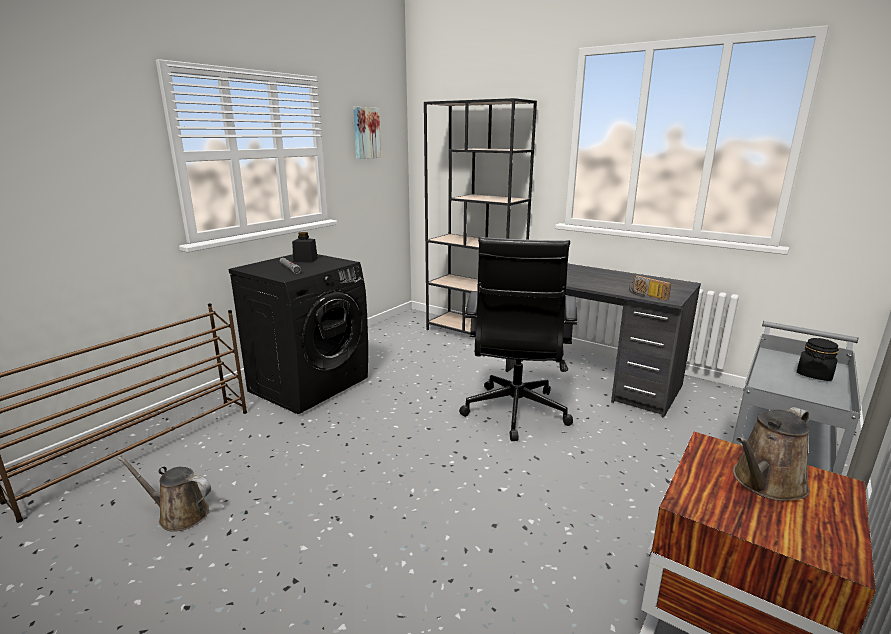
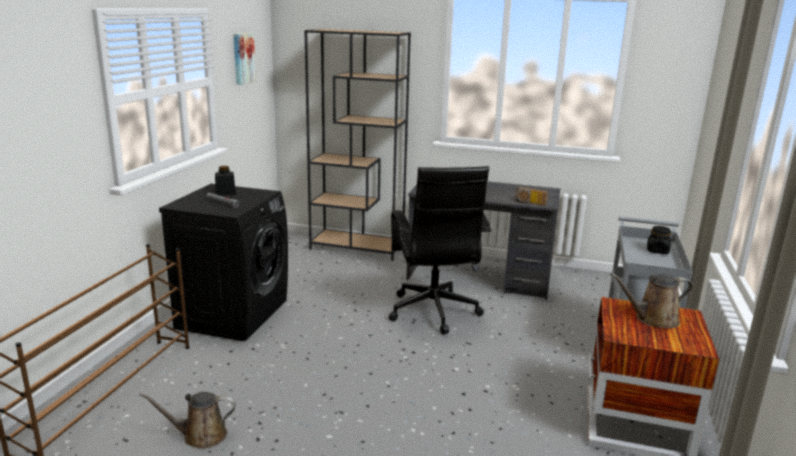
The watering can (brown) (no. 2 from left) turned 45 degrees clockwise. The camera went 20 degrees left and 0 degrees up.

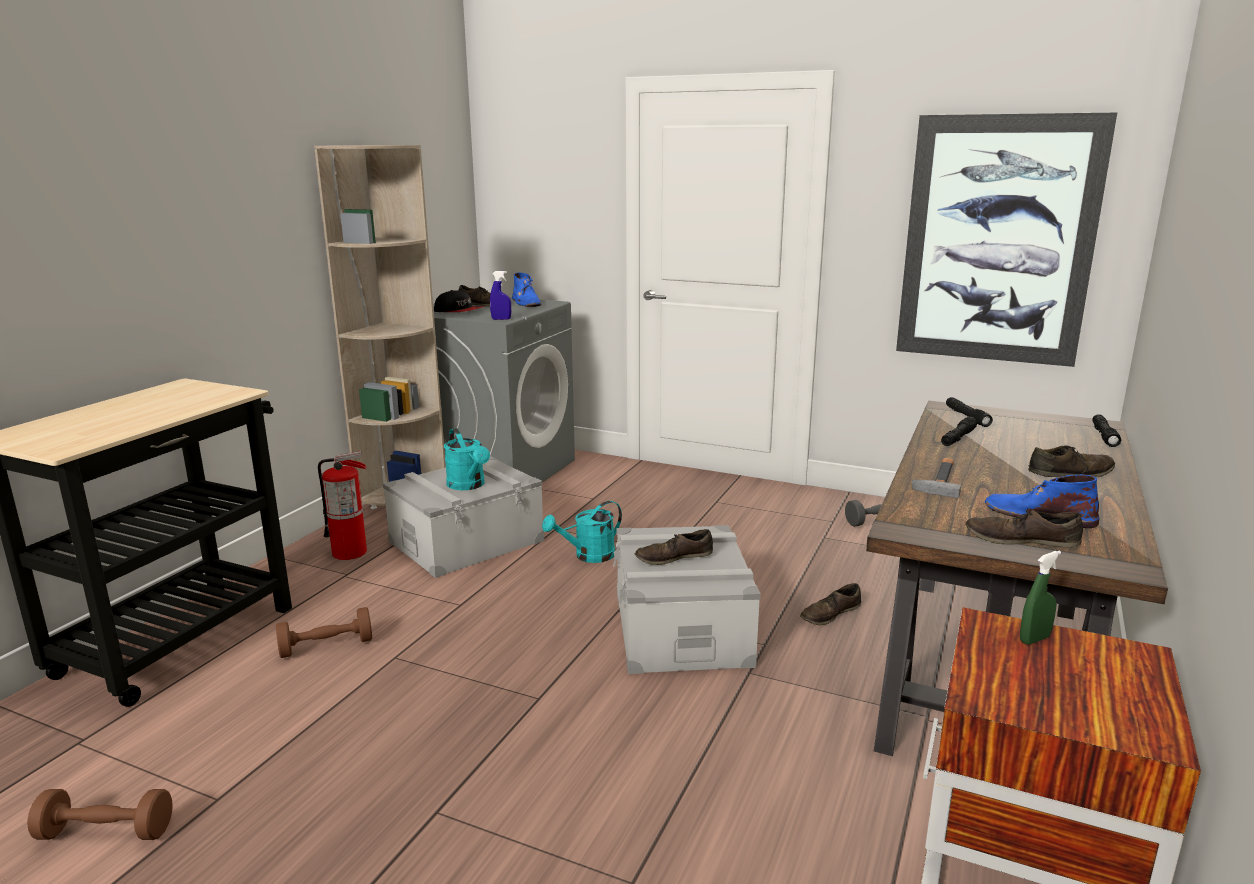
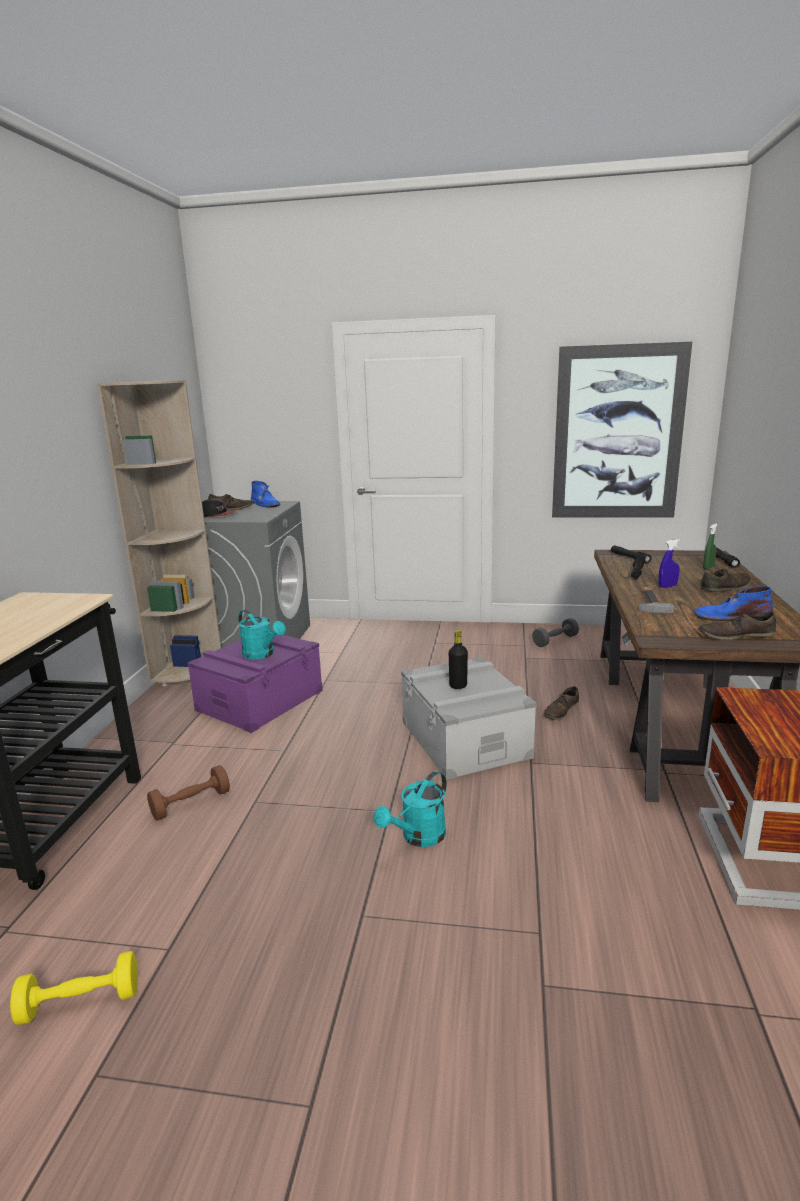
The spray bottle (blue) moved. The fire extinguisher disappeared. The storage box (grey) (no. 1 from left) became the storage box (purple). The watering can (turquoise) (no. 2 from left) moved. The shoe (brown) (no. 2 from left) was replaced by the bottle (black). The spray bottle (green) moved. The dumbbell (brown) (no. 1 from left) became the dumbbell (yellow). The camera went 15 degrees left and 0 degrees up.

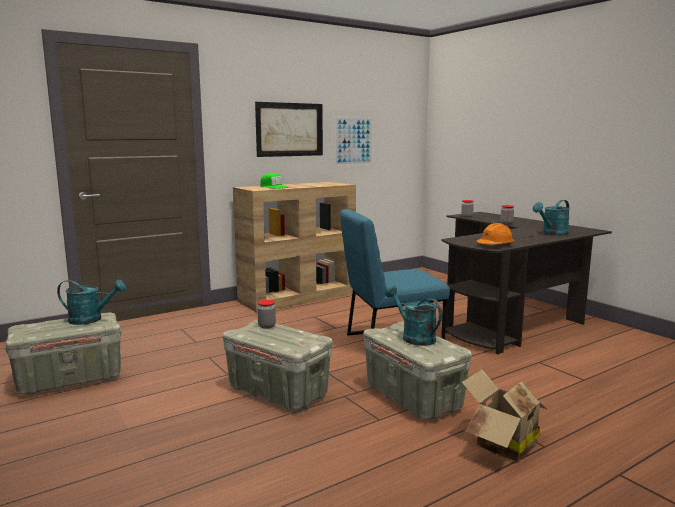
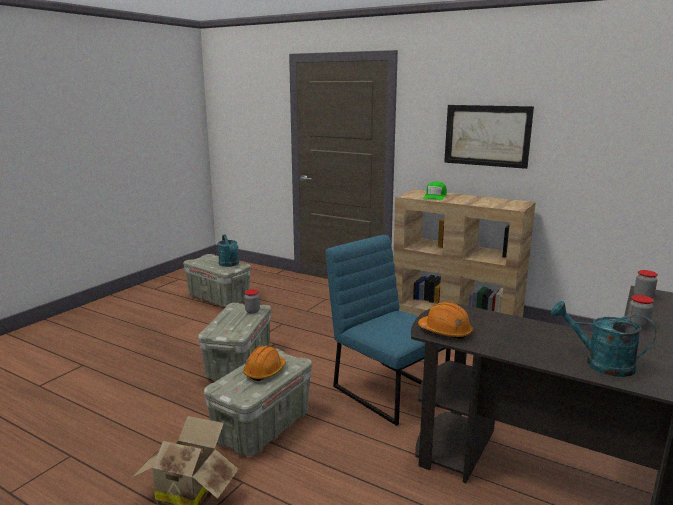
The picture (no. 2 from left) disappeared. The watering can (turquoise) (no. 2 from left) was replaced by the hard hat (orange) (no. 1 from left). The camera went 65 degrees right and 5 degrees up.

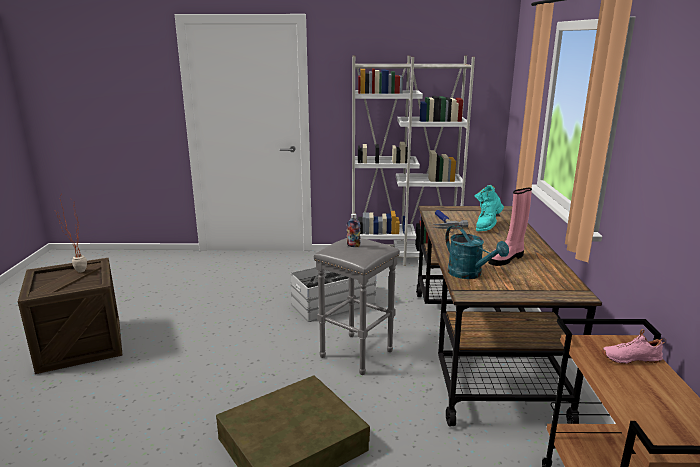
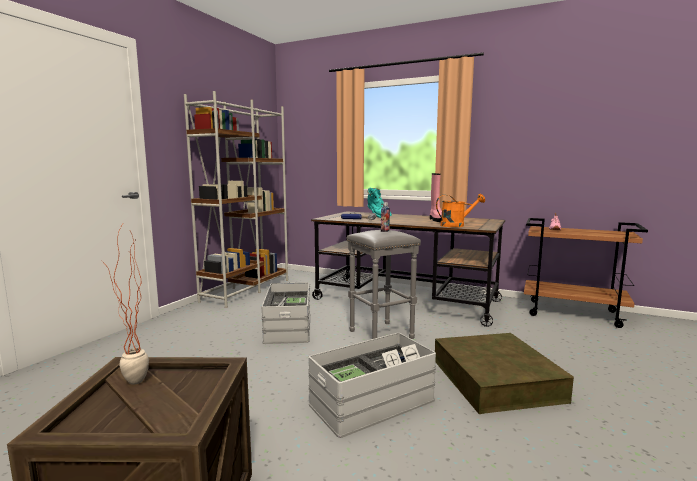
The bookcase (white) became the bookcase (brown). The watering can (turquoise) became the watering can (orange). The storage box (grey) (no. 2 from left) appeared. The camera went 65 degrees left and 10 degrees down.

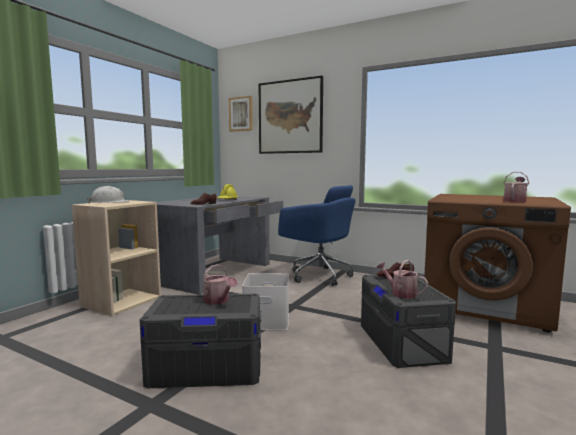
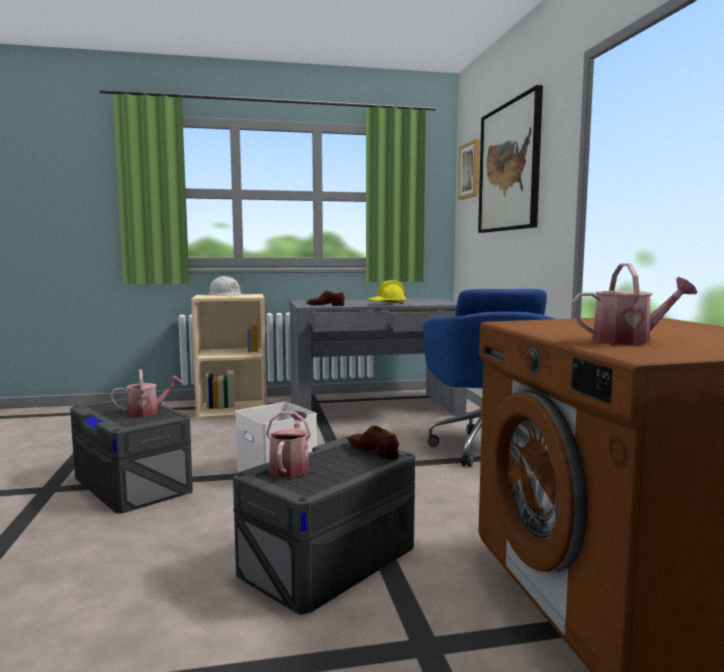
The watering can (no. 1 from left) turned 120 degrees counterclockwise. The camera went 50 degrees right and 0 degrees up.

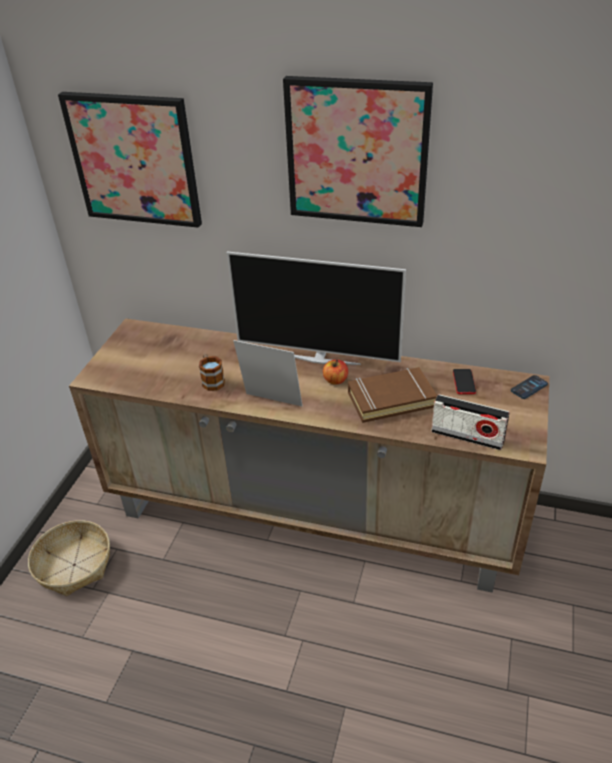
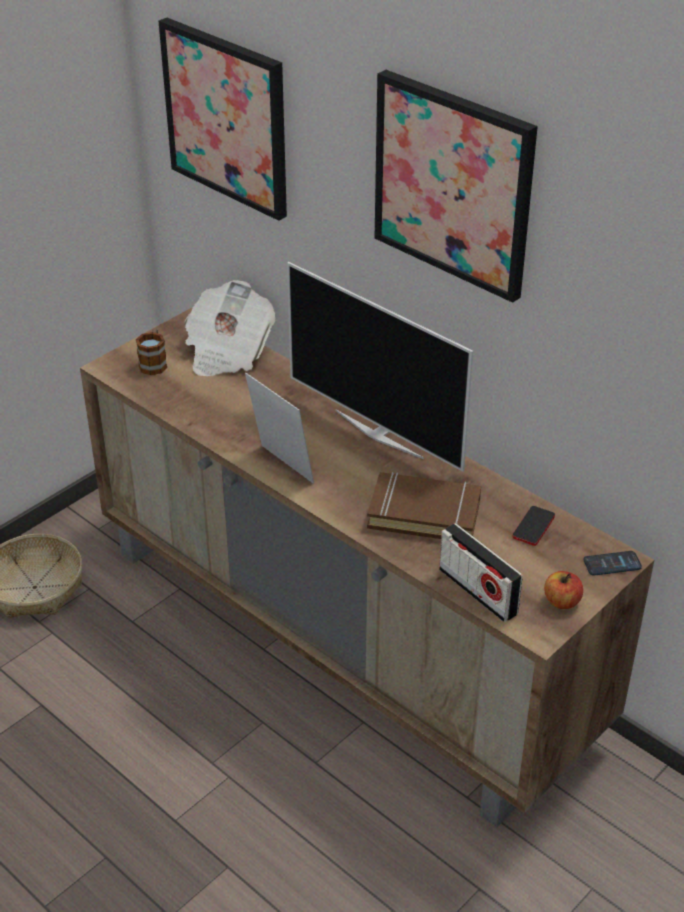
The mug moved. The apple moved. The newspaper appeared. The camera went 25 degrees right and 0 degrees up.

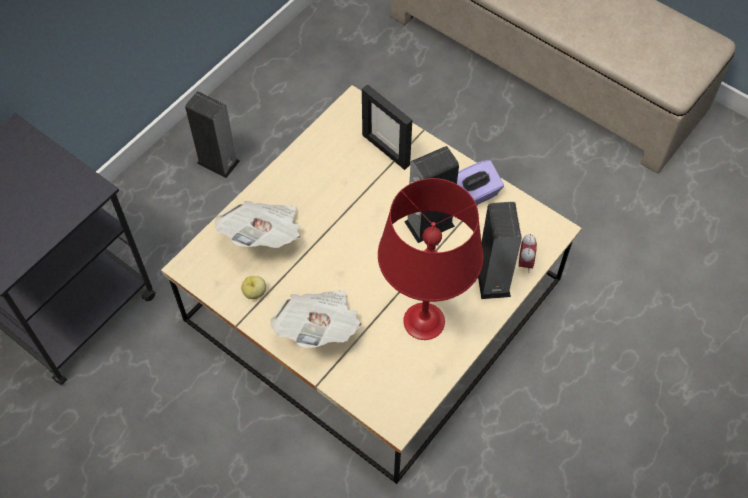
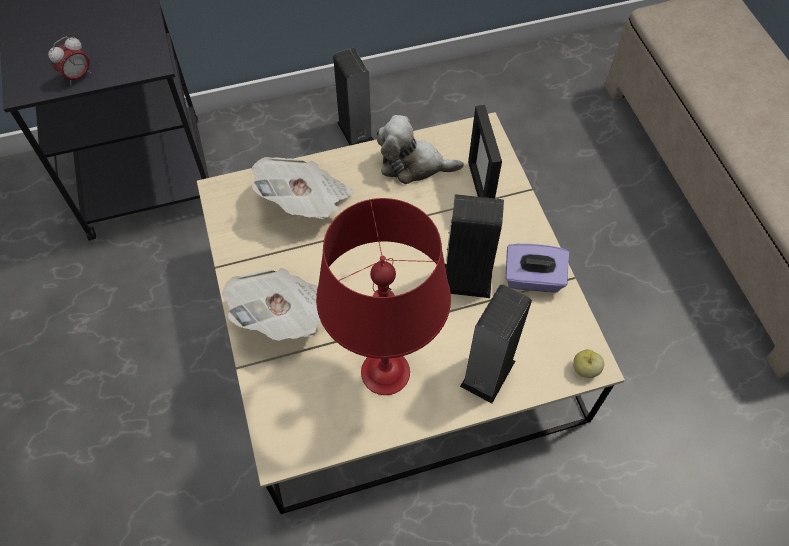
The alarm clock moved. The apple moved. The plush toy appeared. The camera went 35 degrees right and 0 degrees up.

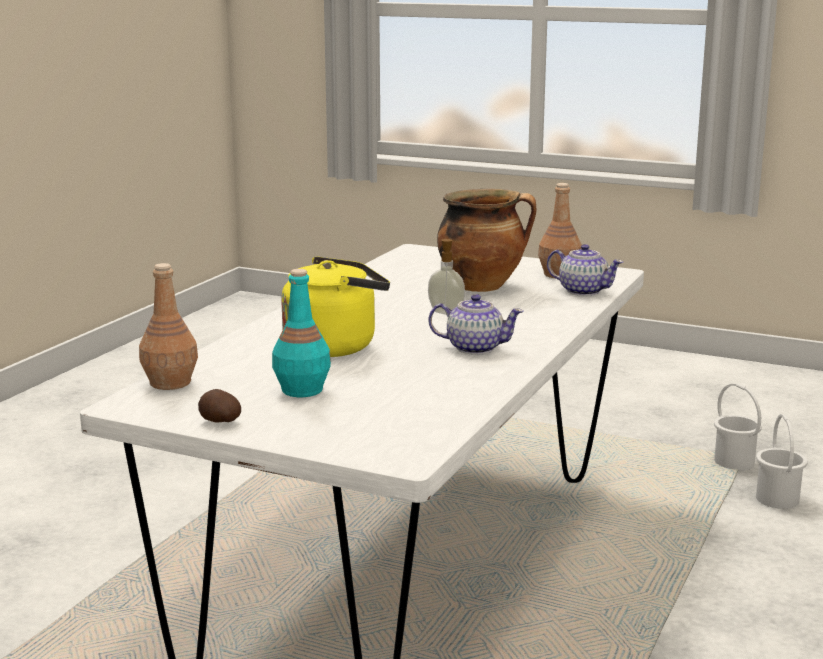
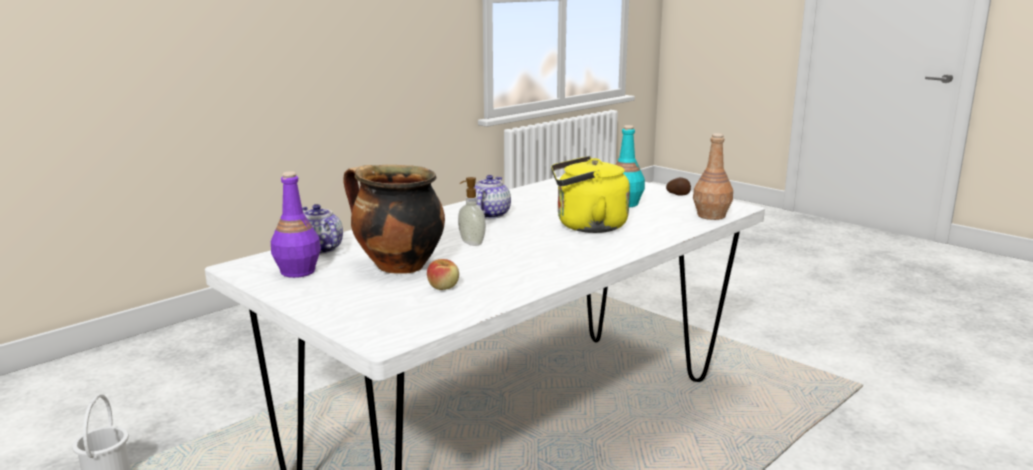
The bottle (brown) (no. 2 from left) became the bottle (purple). The teapot (no. 1 from left in the first image) turned 75 degrees clockwise. The bucket (white) (no. 2 from left) disappeared. The apple appeared. The camera went 160 degrees left and 0 degrees up.

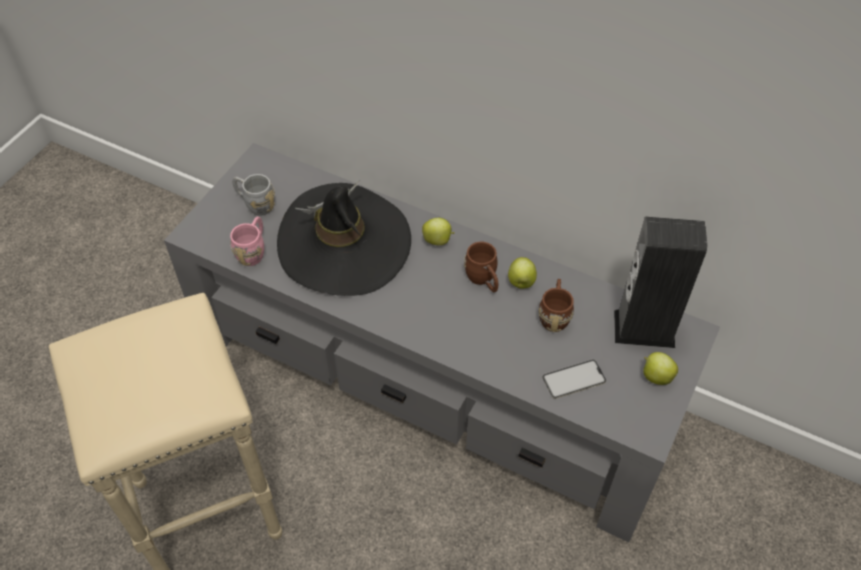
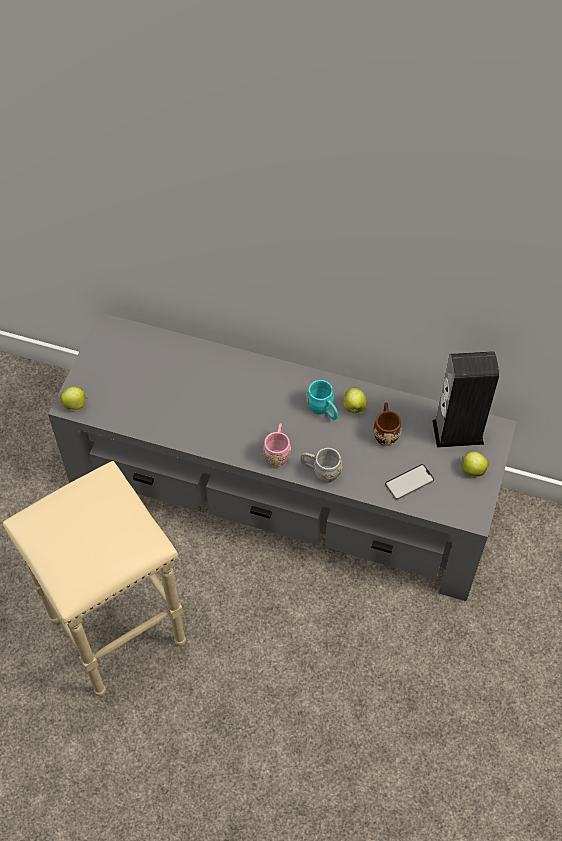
The mug (grey) moved. The hat (black) disappeared. The mug (pink) moved. The apple (no. 1 from left) moved. The mug (brown) (no. 1 from left) became the mug (turquoise). The camera went 10 degrees left and 5 degrees up.

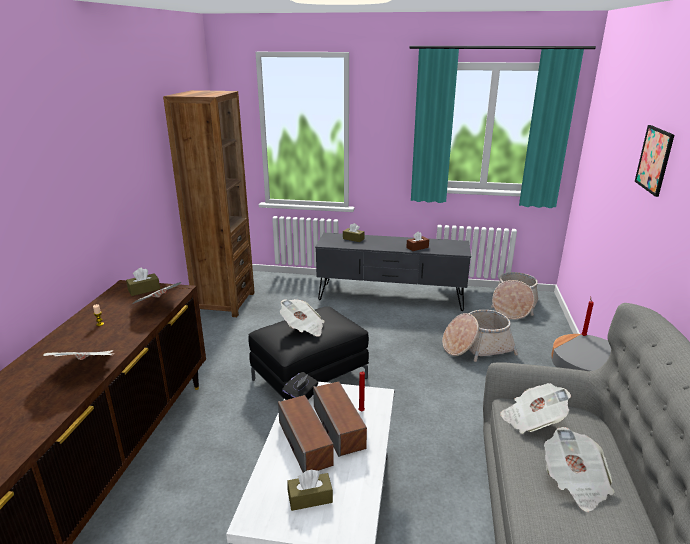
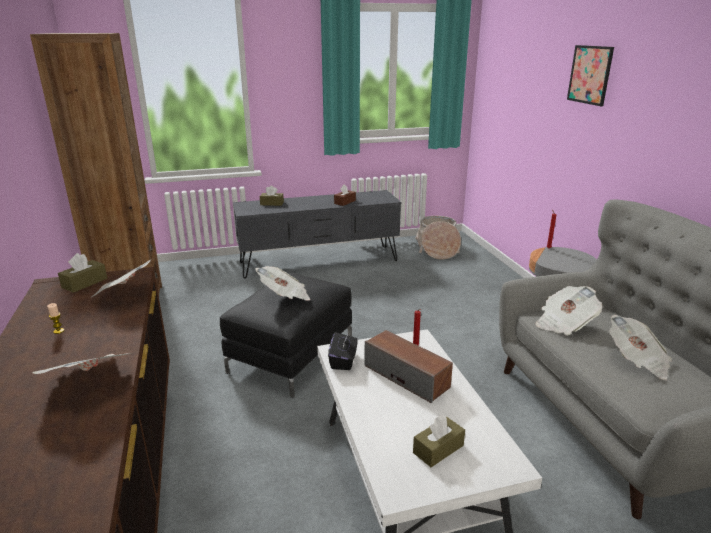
The basket (no. 1 from left) disappeared. The speaker (no. 1 from left) disappeared. The camera went 25 degrees left and 0 degrees up.

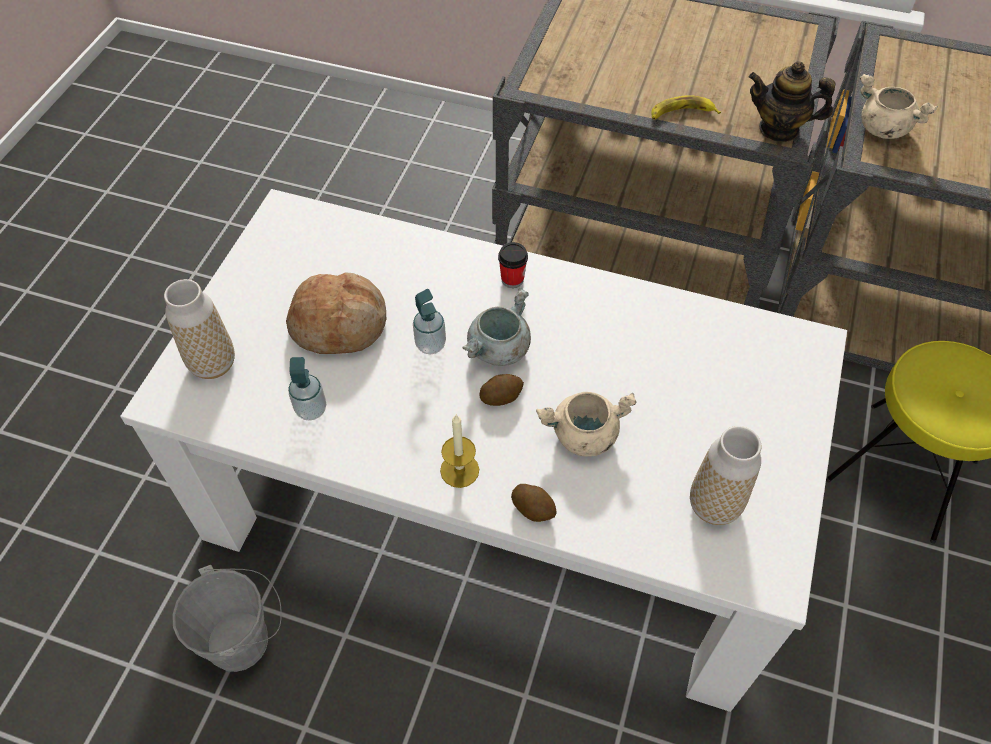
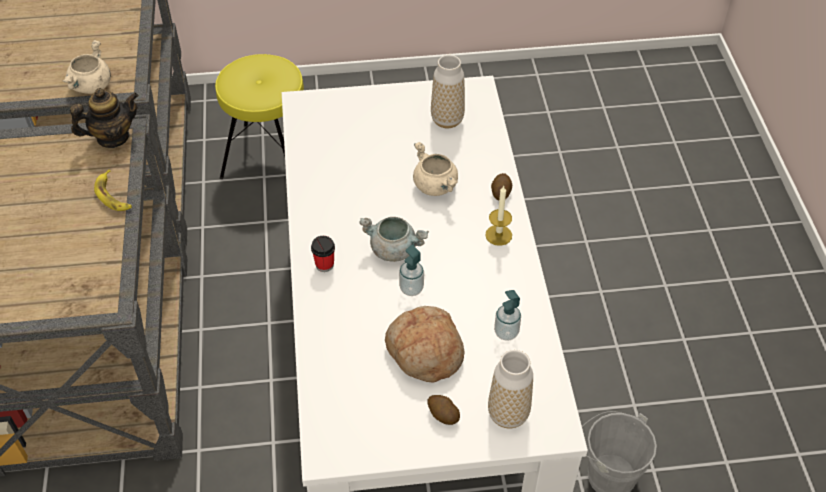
The teapot turned 105 degrees counterclockwise. The potato (no. 1 from left) moved. The camera went 115 degrees left and 5 degrees down.

